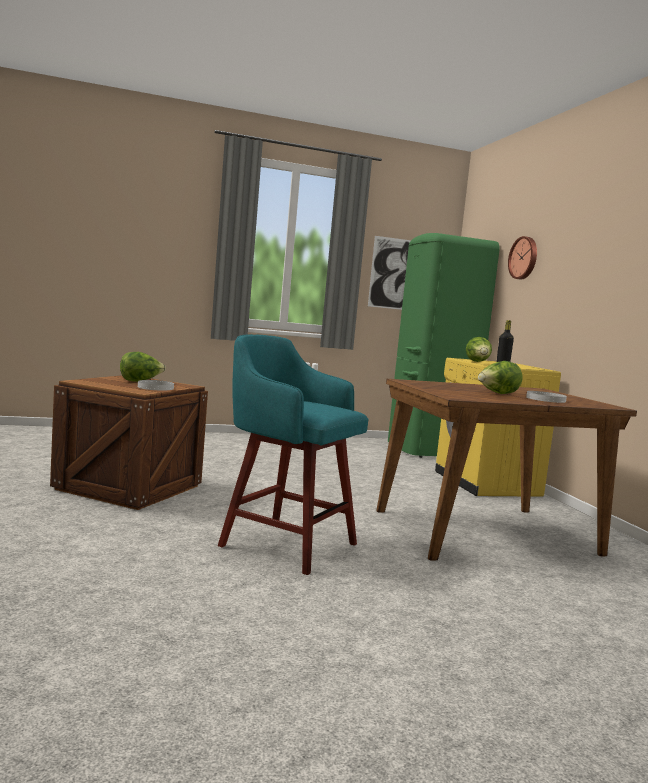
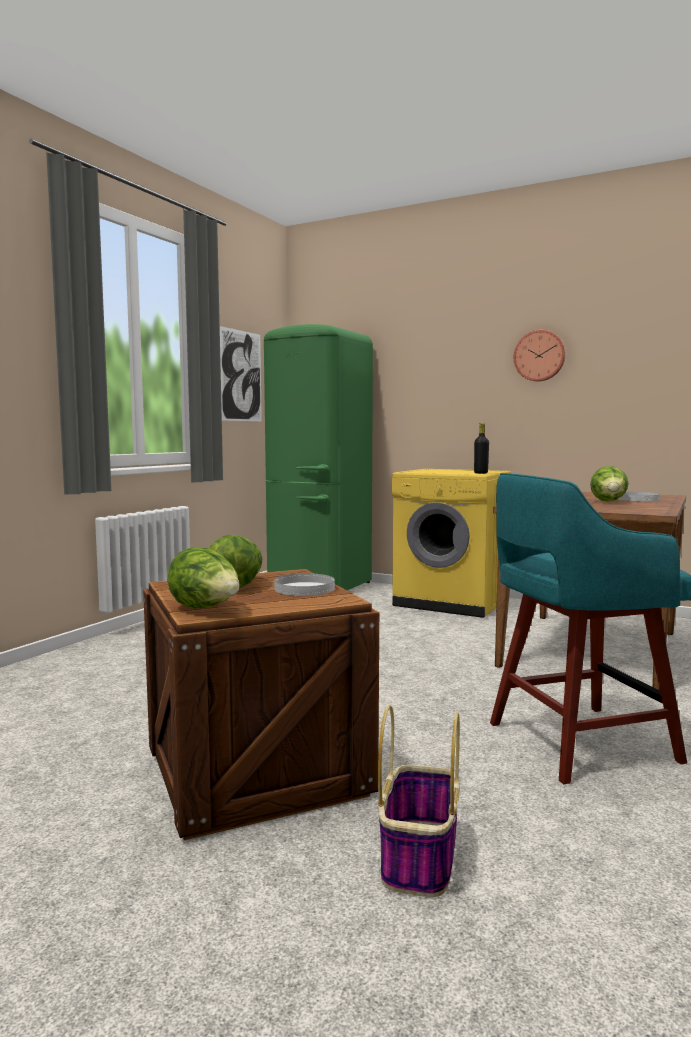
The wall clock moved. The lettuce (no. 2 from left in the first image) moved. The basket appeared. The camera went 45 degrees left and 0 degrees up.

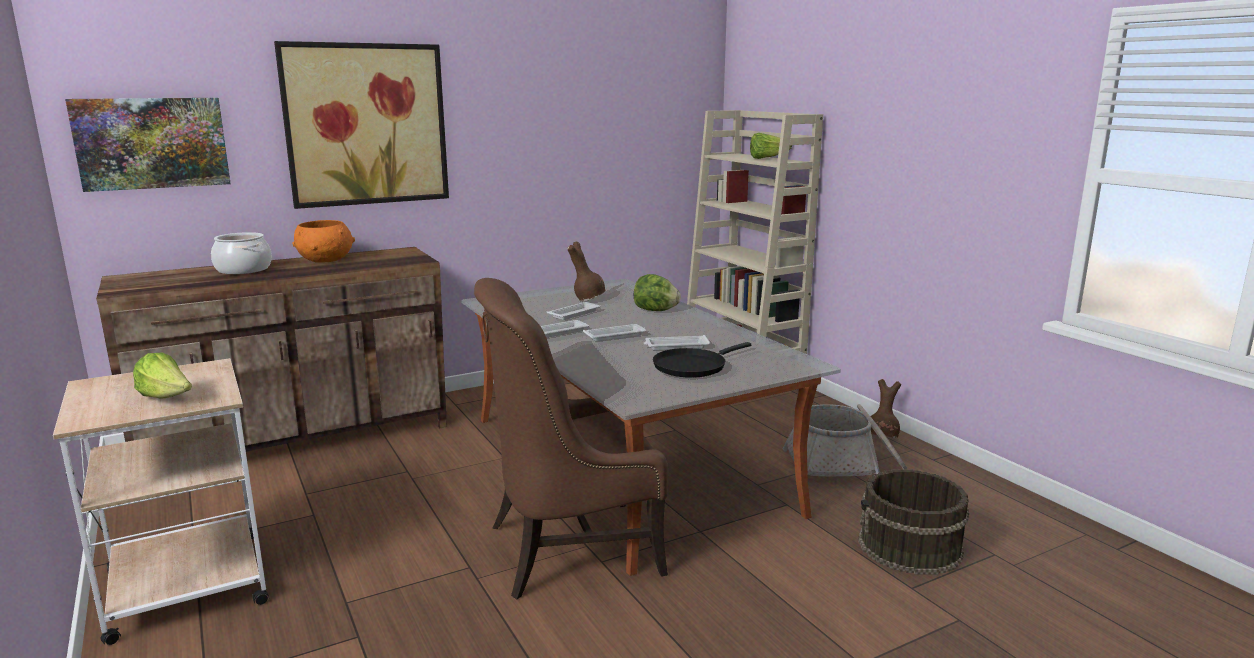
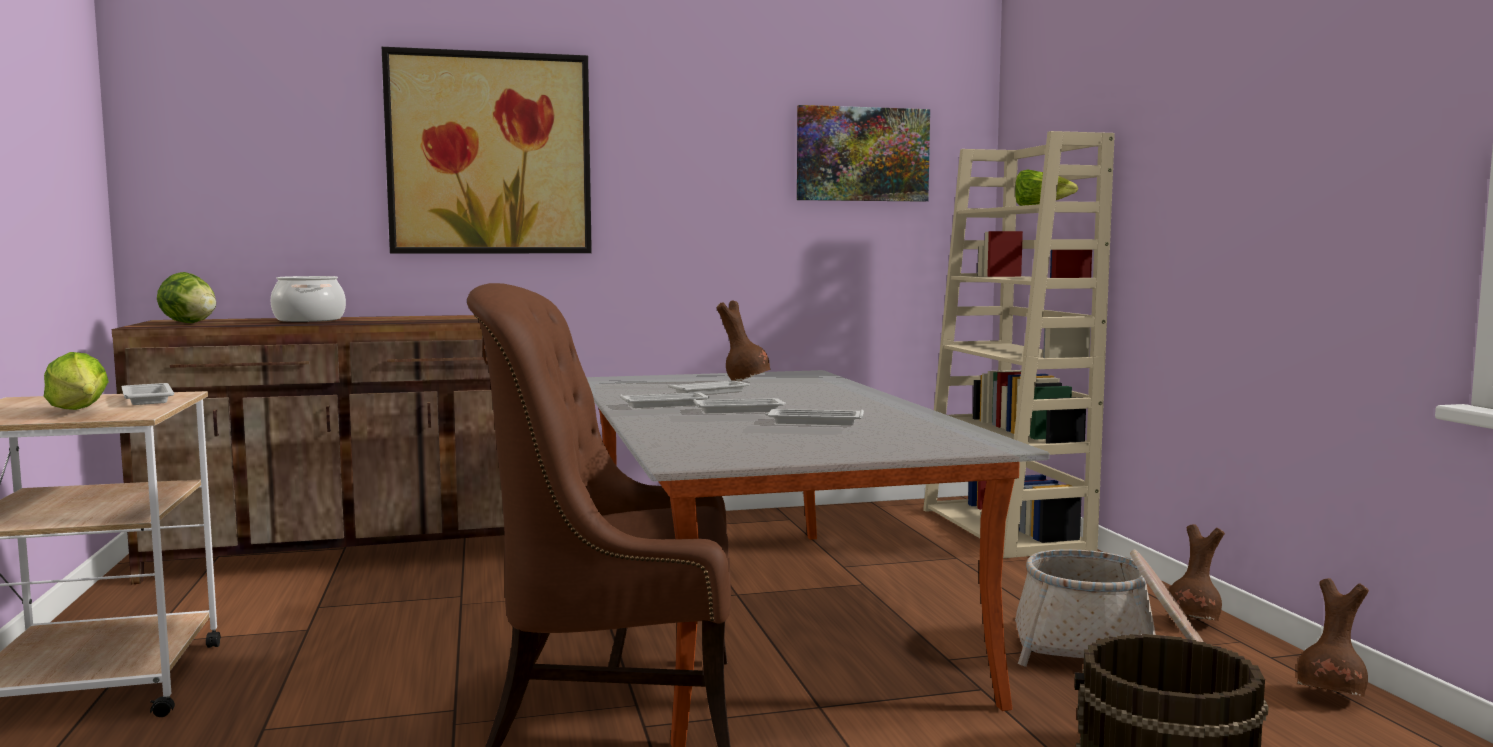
The picture (no. 1 from left in the first image) moved. The bowl (orange) disappeared. The lettuce (no. 2 from left) moved. The frying pan (black) disappeared. The tray (white) (no. 1 from left) appeared. The vase (brown) (no. 3 from left) appeared. The camera went 15 degrees right and 10 degrees down.

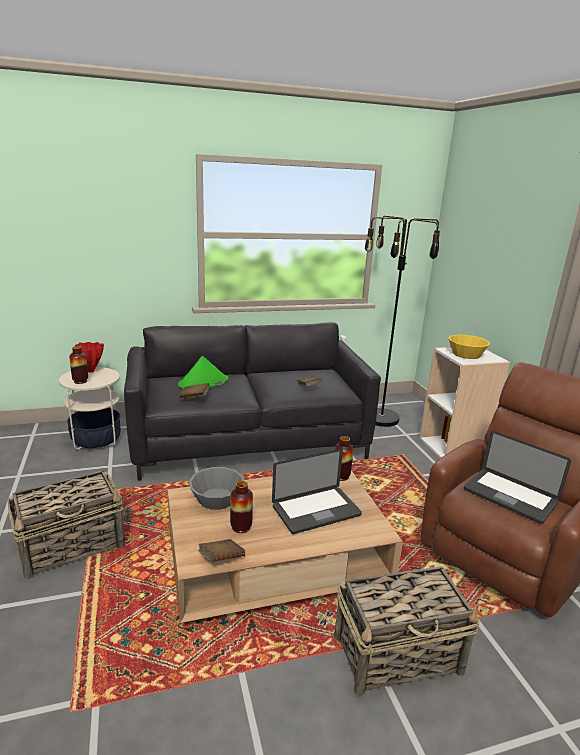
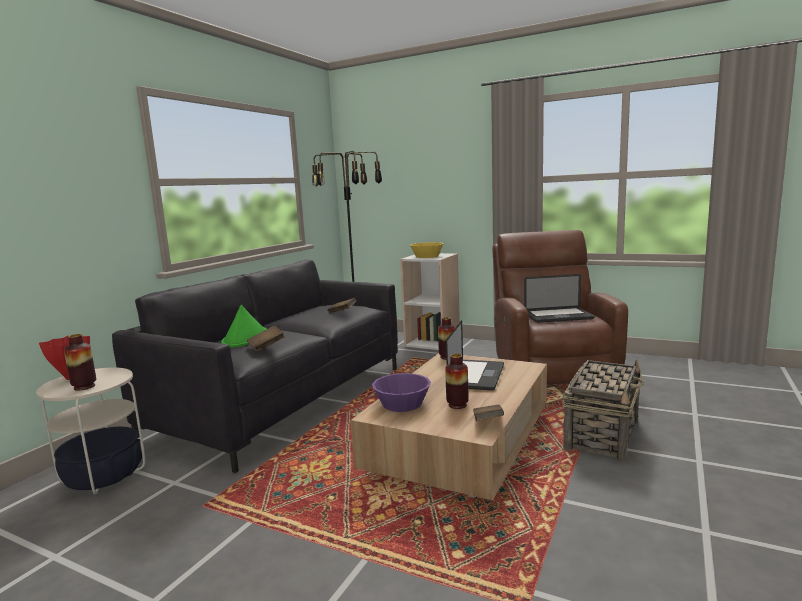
The bowl (grey) became the bowl (purple). The basket (no. 1 from left) disappeared. The camera went 45 degrees left and 10 degrees down.

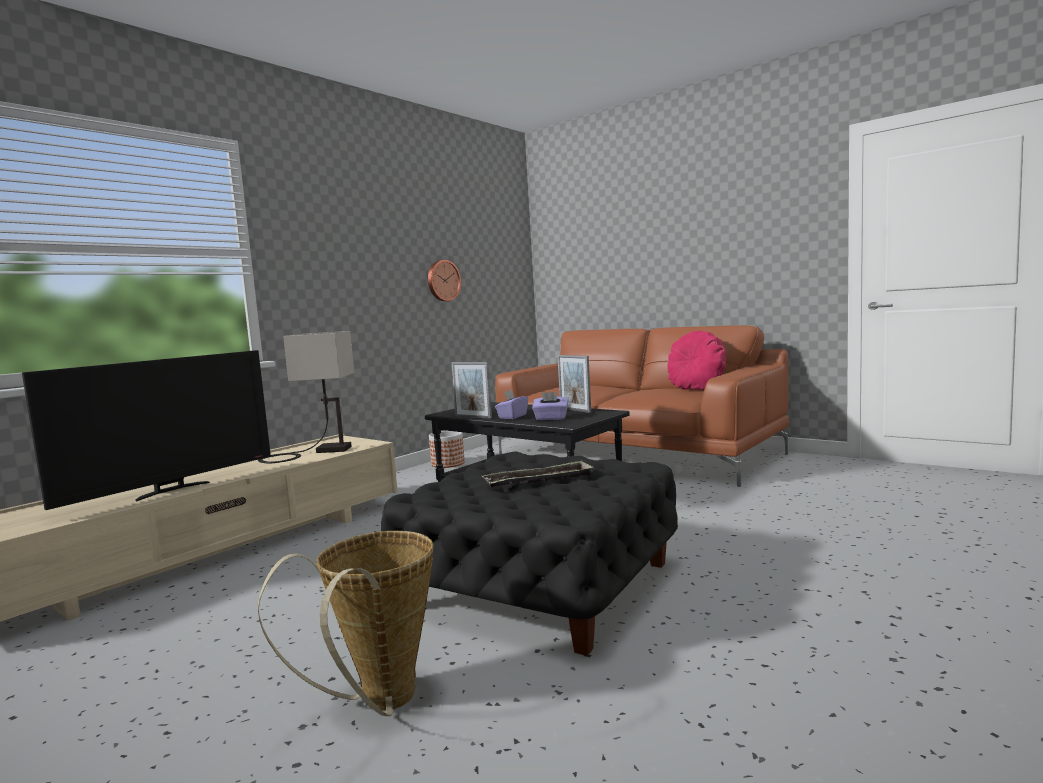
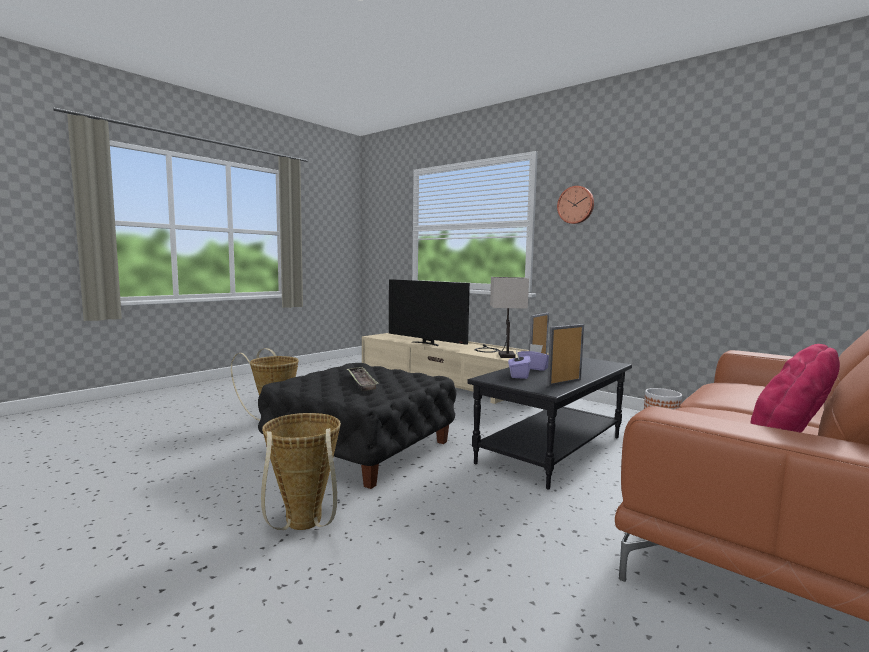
The wall clock moved. The basket (no. 2 from left) appeared. The camera went 90 degrees right and 0 degrees up.

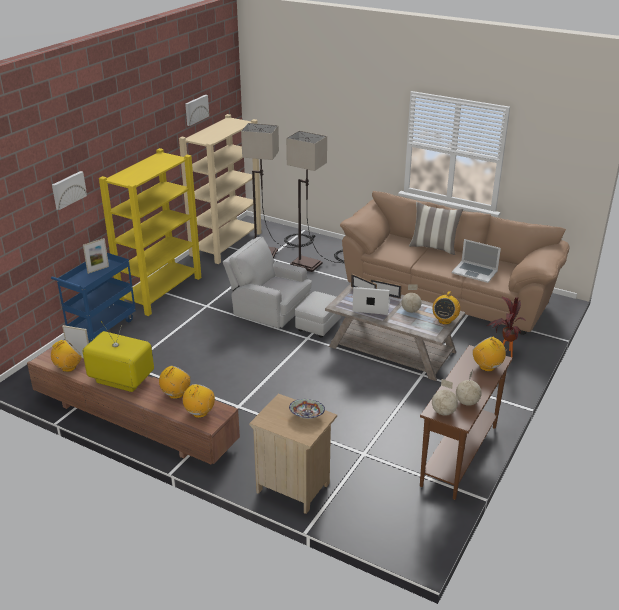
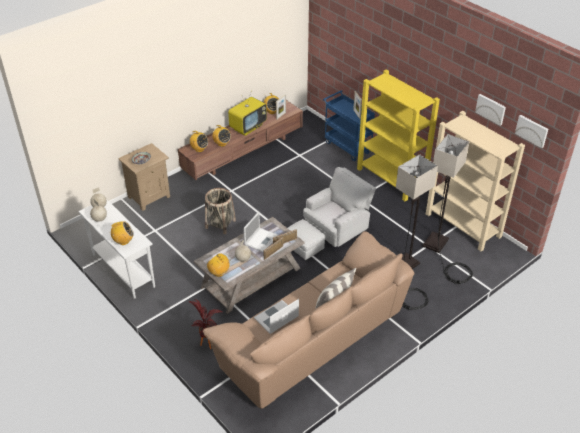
The picture (no. 1 from left in the first image) moved. The console table (brown) became the console table (white). The basket appeared. The camera went 110 degrees right and 10 degrees up.

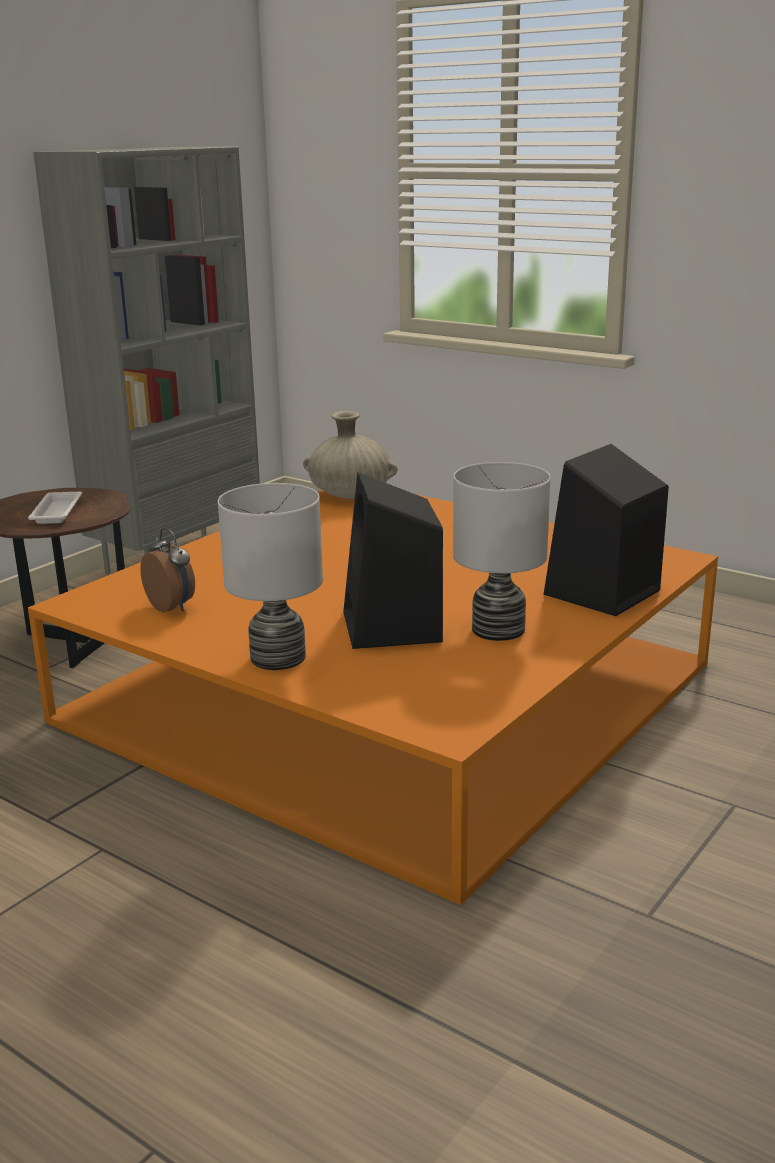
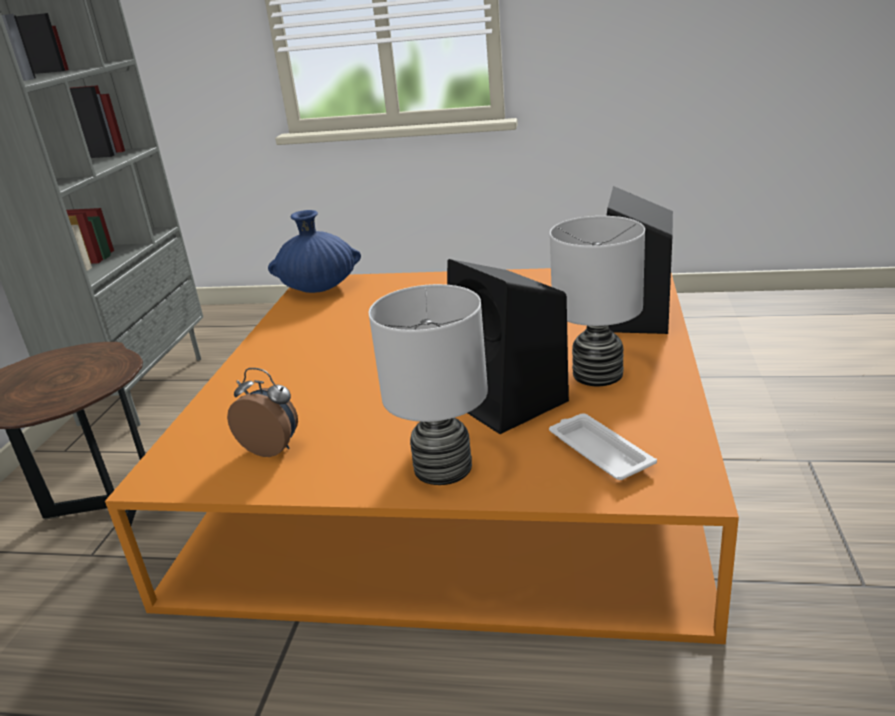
The vase (beige) became the vase (blue). The tray (white) moved. The camera went 25 degrees left and 5 degrees up.

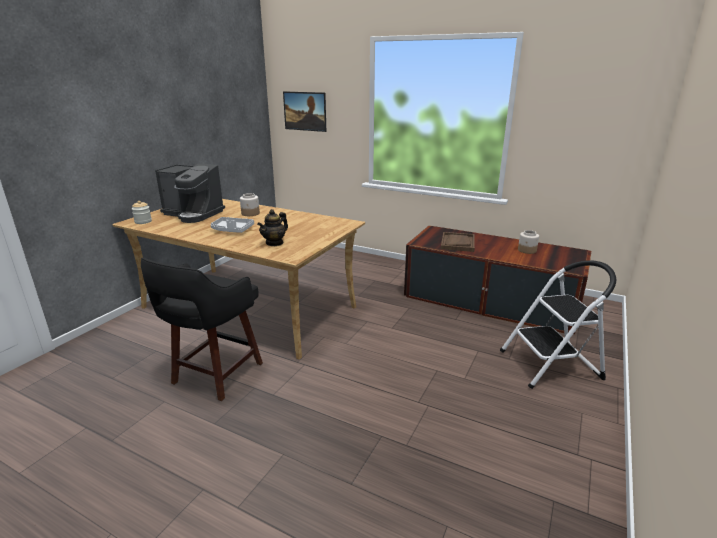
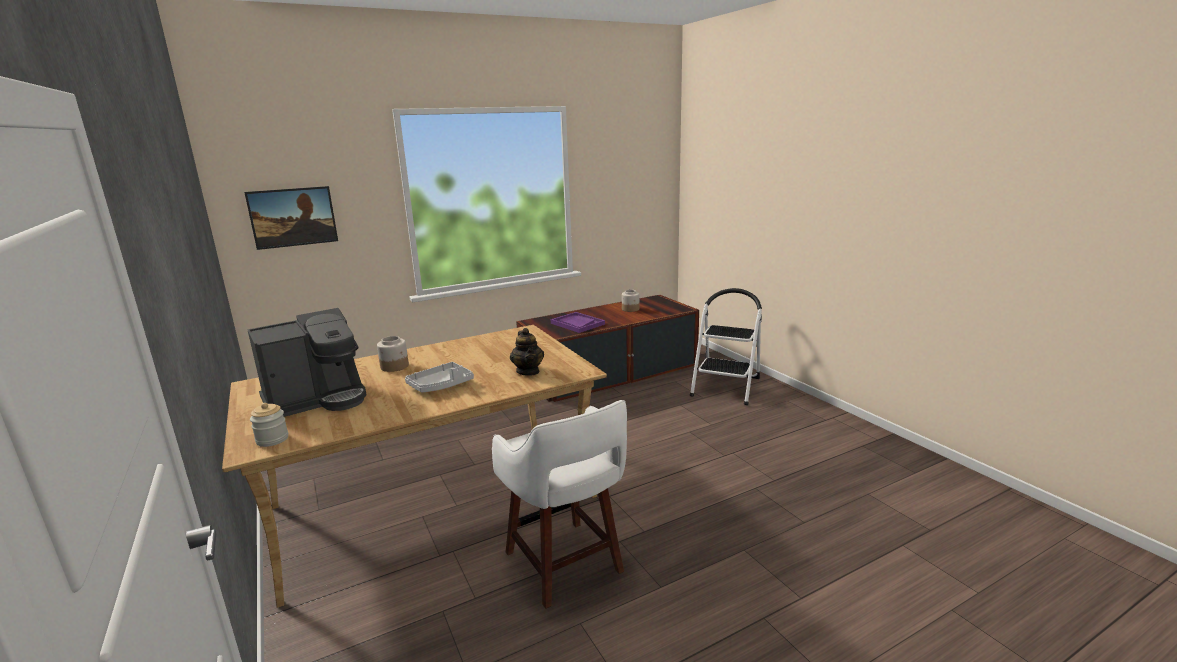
The tray (brown) became the tray (purple). The stool (black) became the stool (white). The camera went 55 degrees left and 5 degrees down.

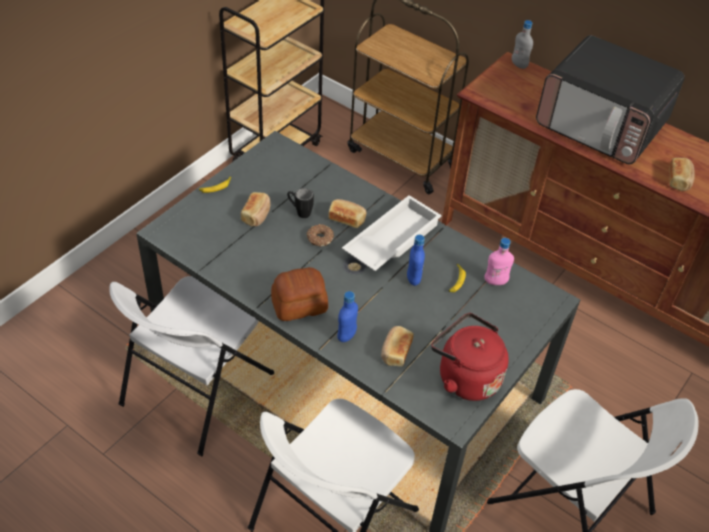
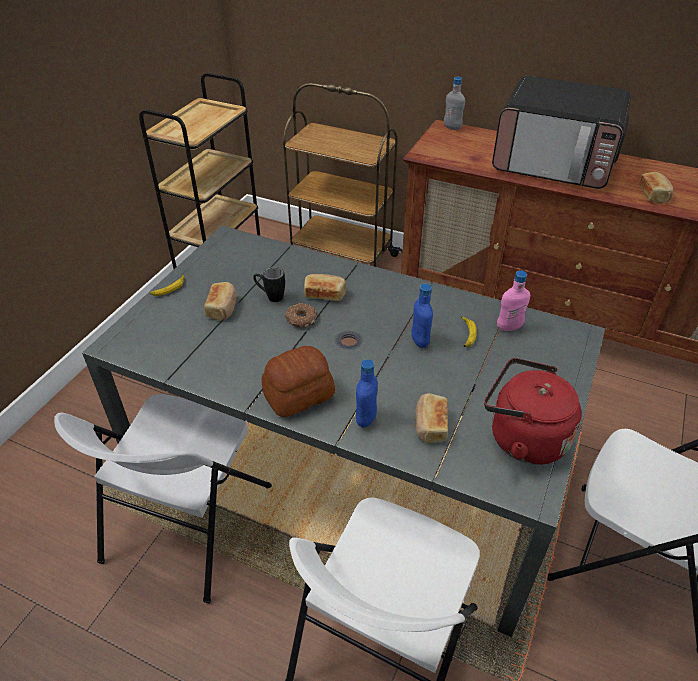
The tray (white) disappeared. The camera went 10 degrees left and 5 degrees down.

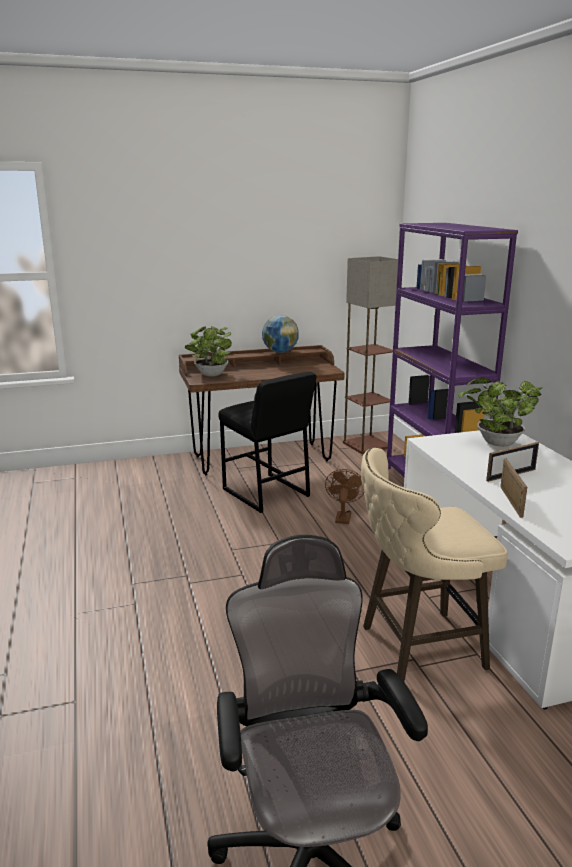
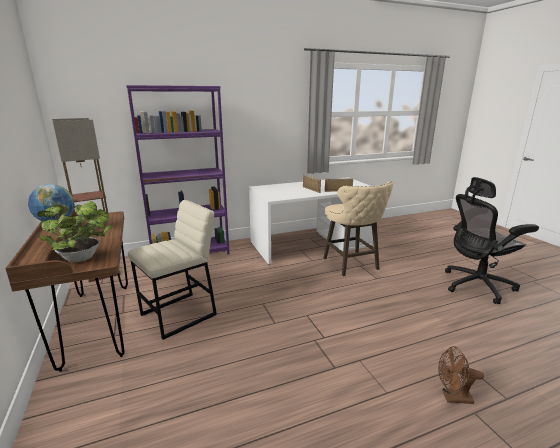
The chair (black) became the chair (beige). The potted plant (no. 2 from left) disappeared. The fan (brown) moved. The camera went 95 degrees left and 0 degrees up.

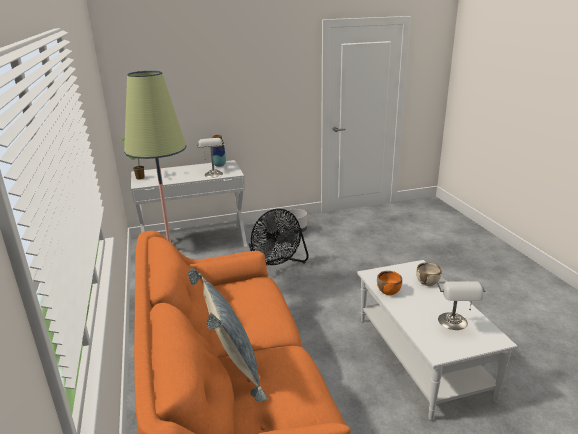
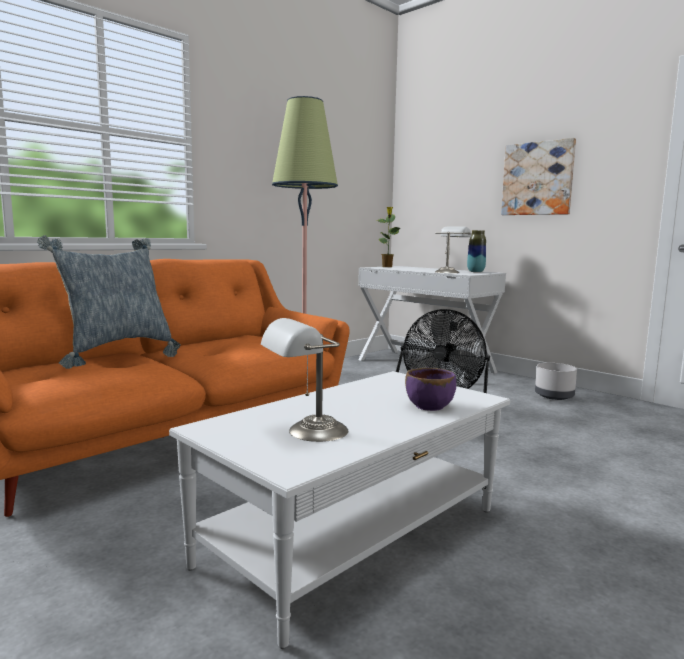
The bowl (beige) became the bowl (purple). The bowl (orange) disappeared. The picture appeared. The camera went 60 degrees right and 15 degrees down.

